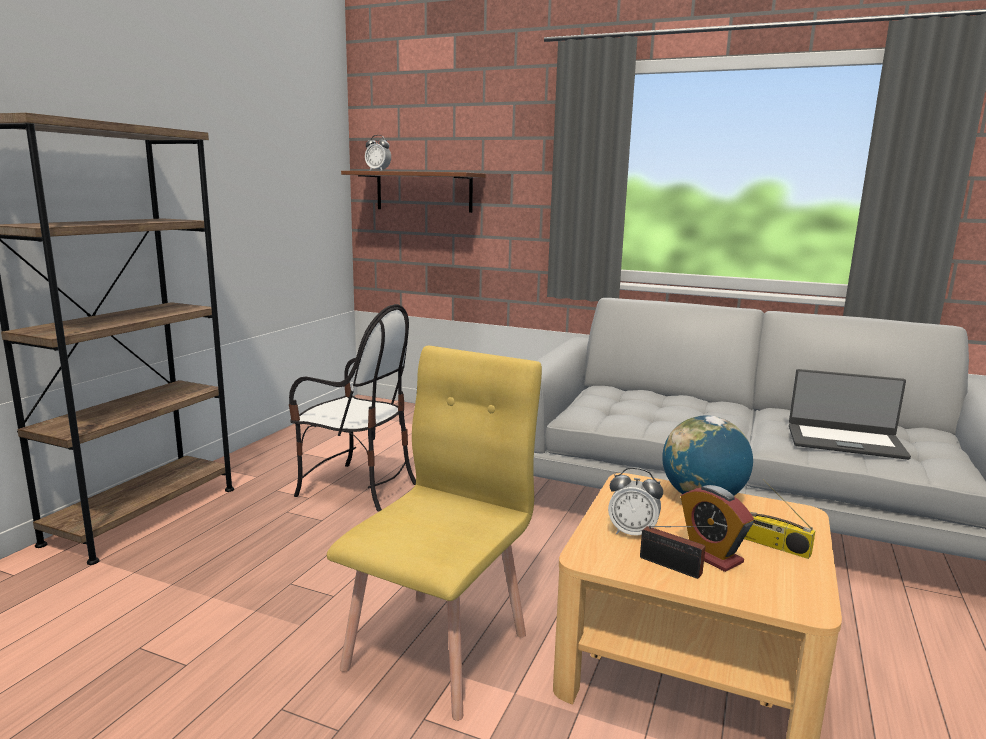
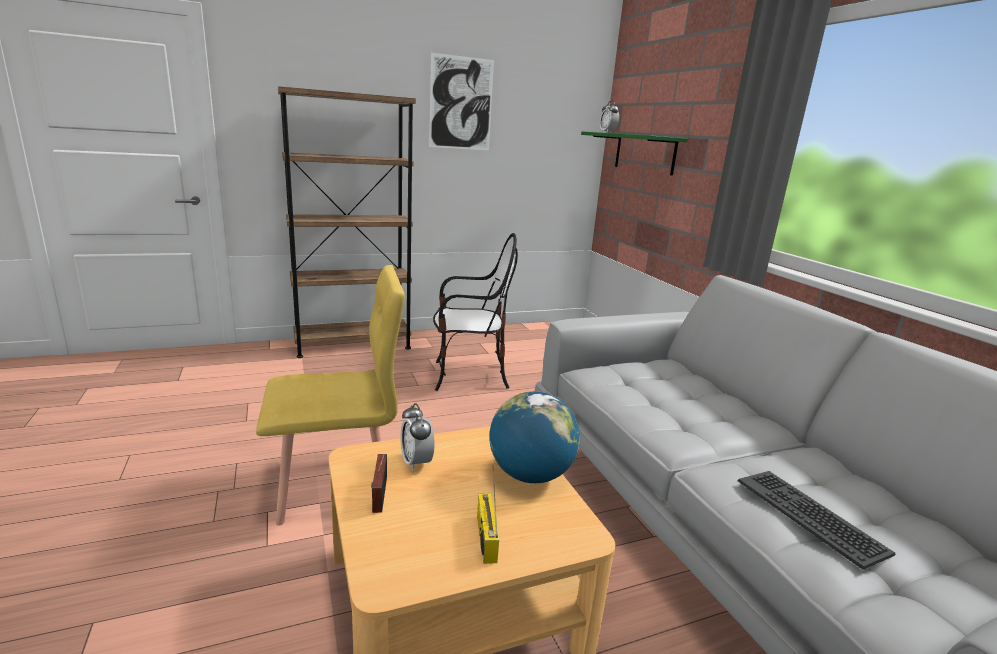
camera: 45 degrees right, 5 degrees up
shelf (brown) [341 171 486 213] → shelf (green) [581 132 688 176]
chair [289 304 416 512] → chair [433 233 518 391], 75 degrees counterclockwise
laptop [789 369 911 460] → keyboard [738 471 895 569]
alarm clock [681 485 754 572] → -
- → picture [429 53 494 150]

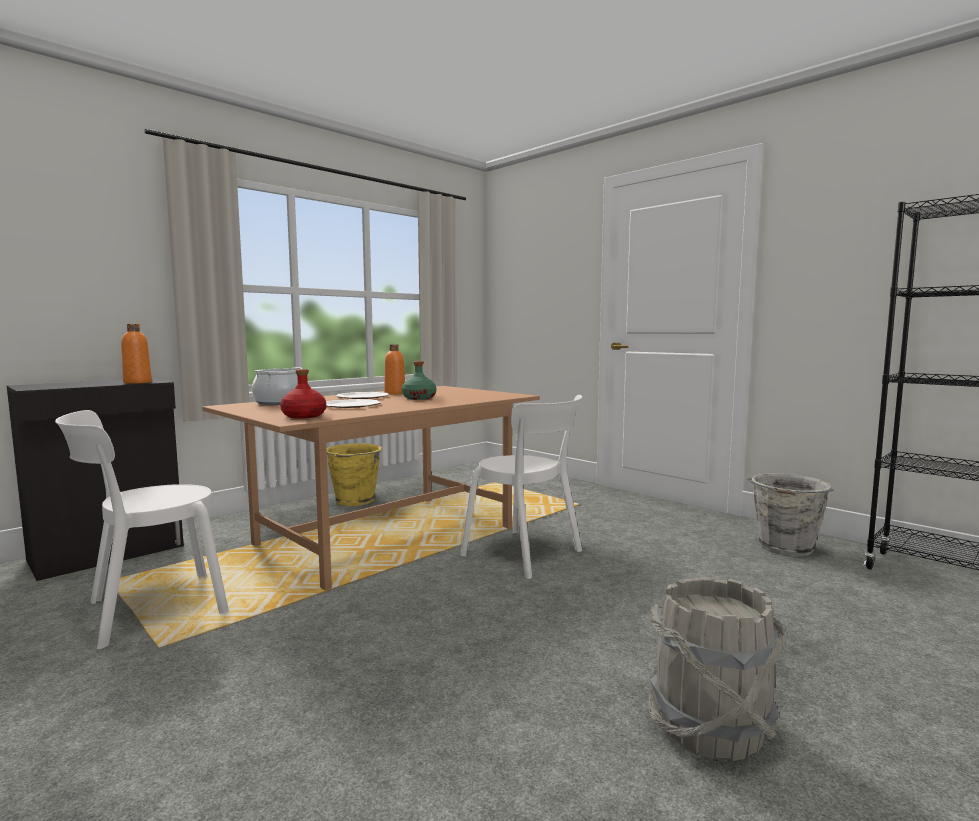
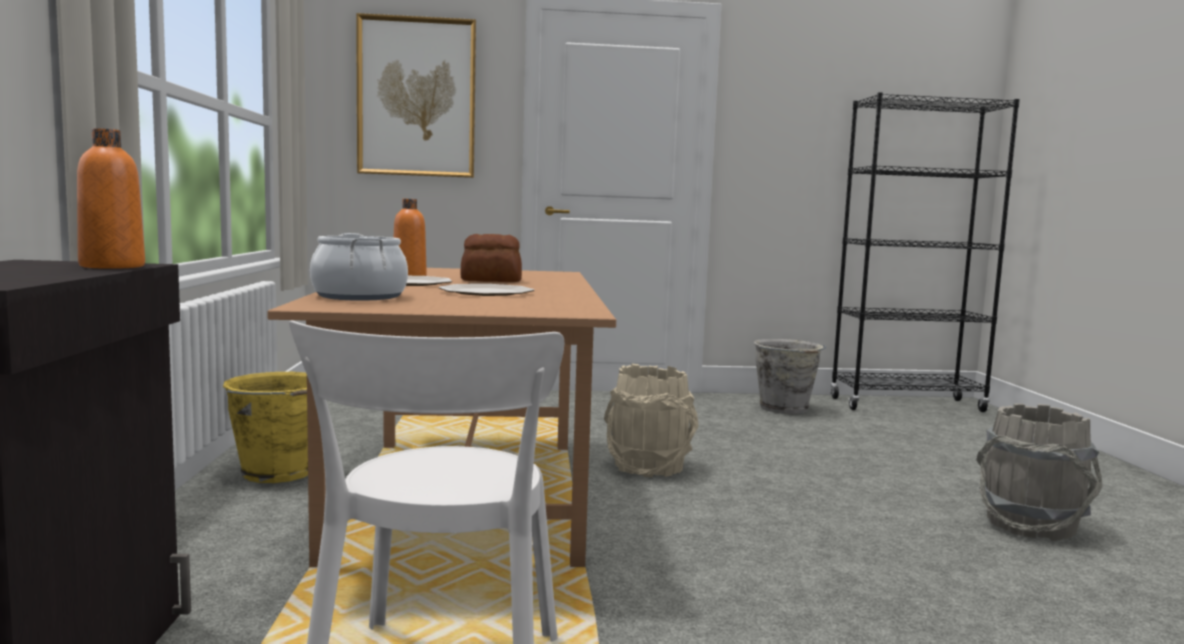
camera: 50 degrees left, 0 degrees up
bottle (green) [402 361 436 400] → bread [461 234 522 282]
bottle (red) [280 369 326 419] → -
chair (white) [460 395 582 579] → bucket (beige) [604 364 699 477]
- → picture [356 13 476 178]

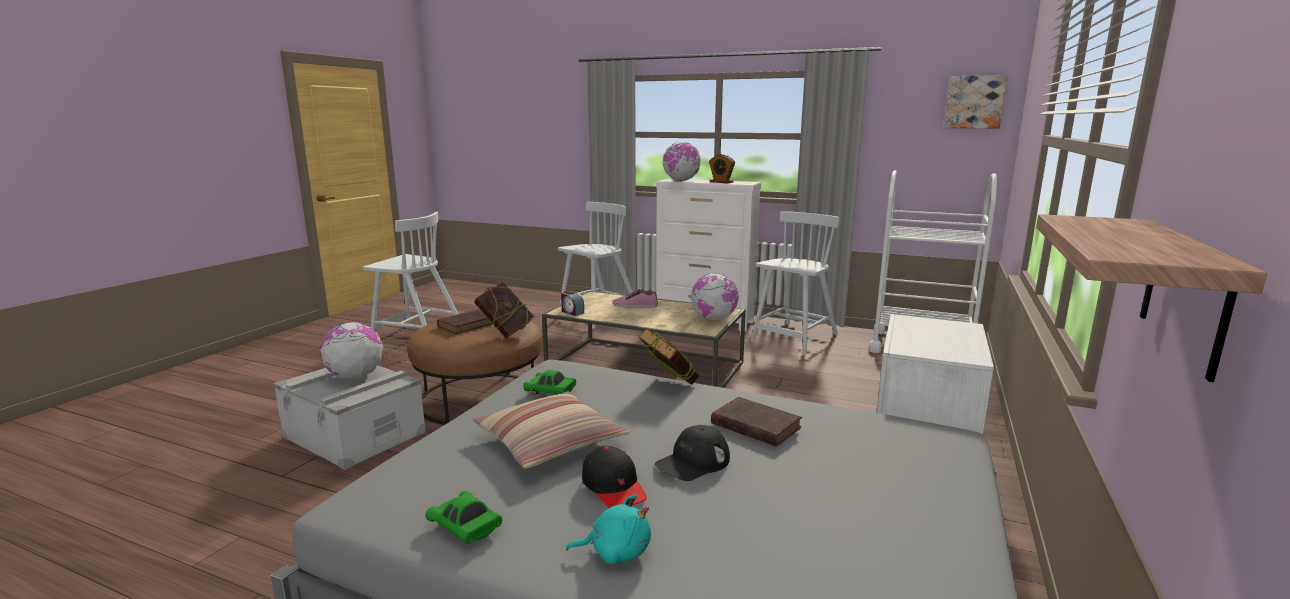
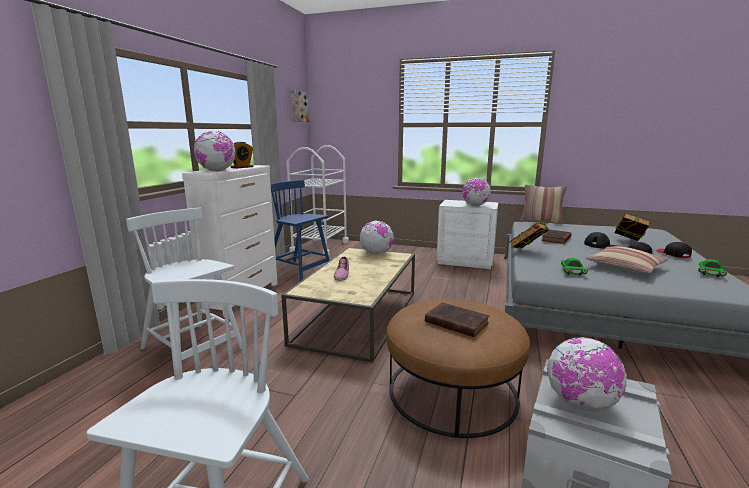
camera: 95 degrees left, 0 degrees up
chair (white) [750 211 839 355] → chair (blue) [270 180 329 281]
shelf [1036 214 1267 382] → -
book [474 282 534 338] → book [614 213 651 241], shifted
alarm clock [561 291 584 316] → -
plush toy (turquoise) [566 494 651 564] → cap (black) [656 242 692 258]
- → globe [462 178 491 206]
- → pillow [521 184 567 224]

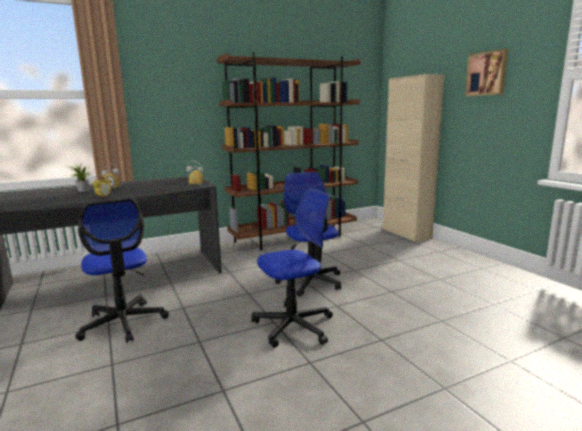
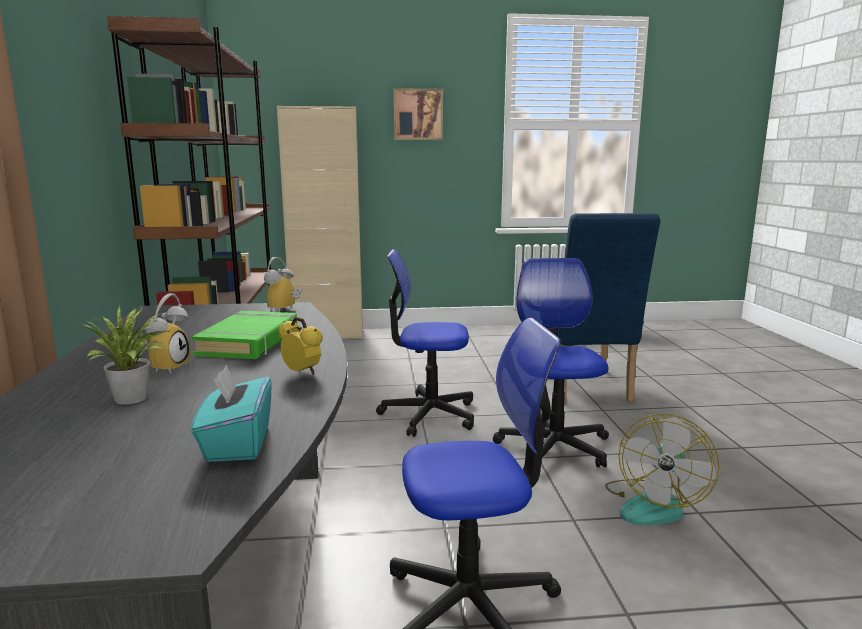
camera: 70 degrees left, 0 degrees up
- → chair (blue) [557 213 660 403]
- → book (green) [192 311 297 359]
- → tissue box (turquoise) [191 364 272 462]
- → fan [605 414 720 525]

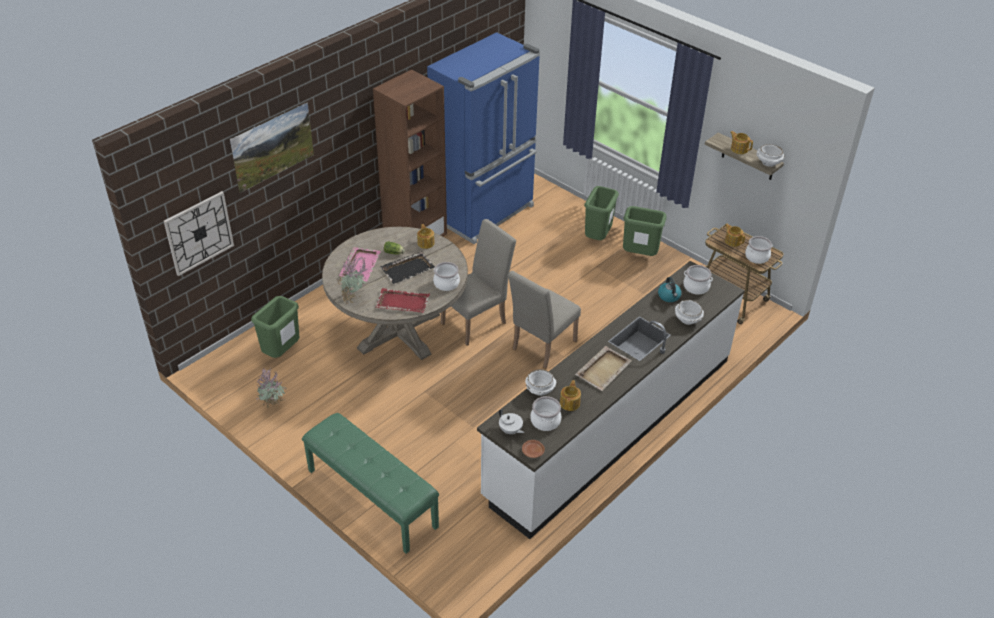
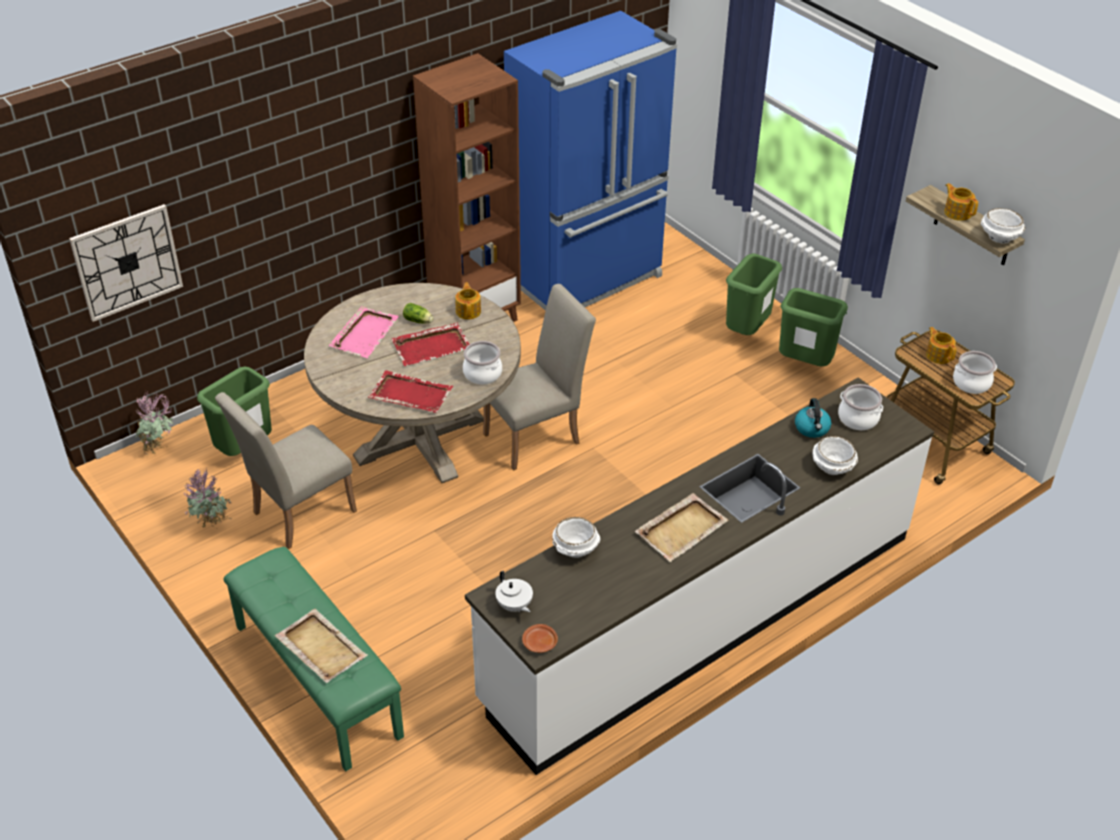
camera: 10 degrees right, 0 degrees up
picture [230 102 314 193] → -
tray (black) [380 251 435 284] → tray (red) [392 323 469 366]
potted plant [338 257 369 304] → potted plant [135 391 173 455], shifted
chair (beige) [508 271 581 369] → chair (beige) [215 392 357 549], shifted
teapot [560 380 581 411] → -
cooking pot [530 396 561 431] → -
- → tray (beige) [275 609 368 683]

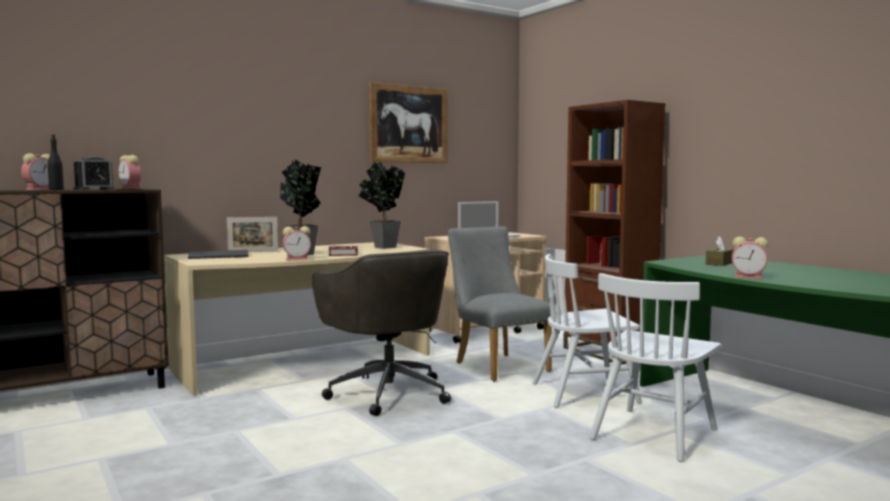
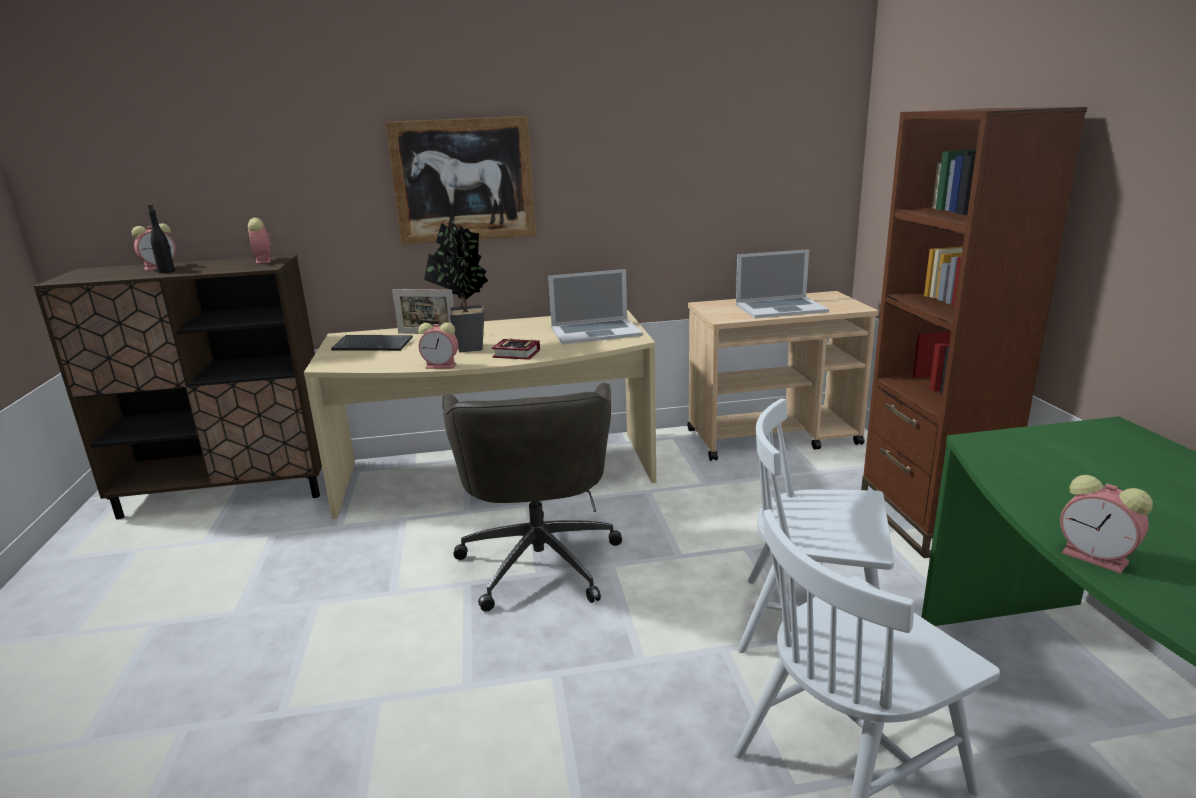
camera: 25 degrees right, 15 degrees up
picture [369 82 448 163] → picture [385 116 536 244], shifted
alarm clock [74 157 115 190] → -
potted plant [359 162 405 249] → laptop [548 269 643 344]
chair (grey) [448 227 552 382] → -
tissue box (brown) [706 236 734 266] → -

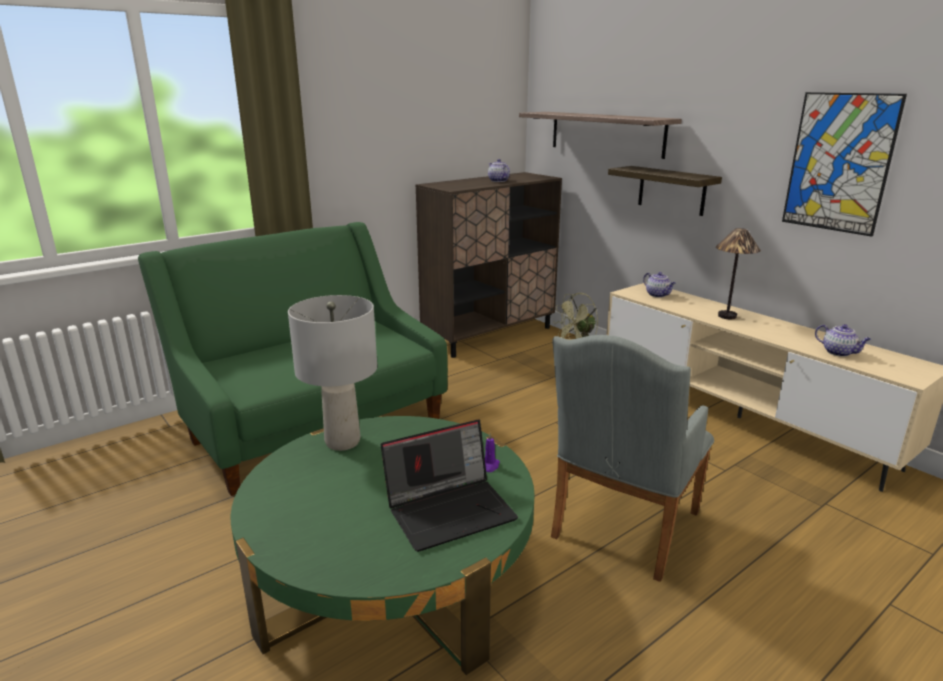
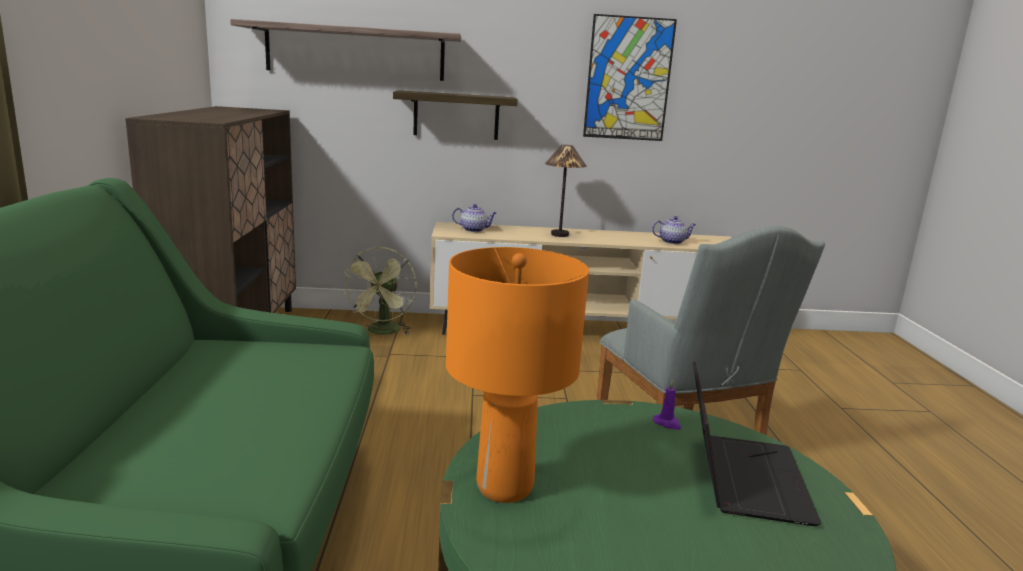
camera: 55 degrees left, 5 degrees down
teapot [488 159 510 182] → -
table lamp (grey) [288 295 377 451] → table lamp (orange) [446 247 589 503]

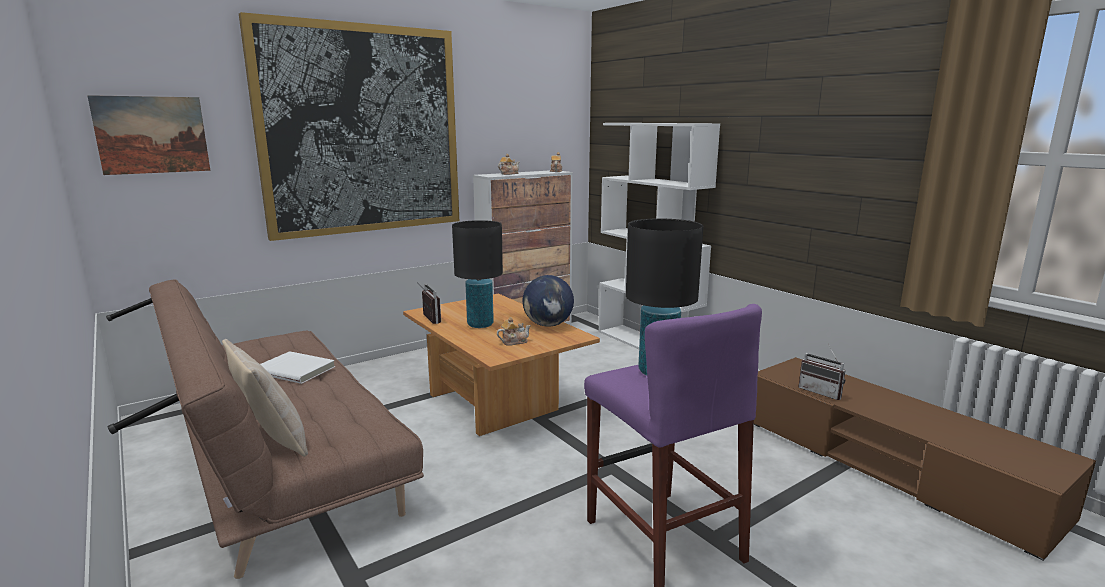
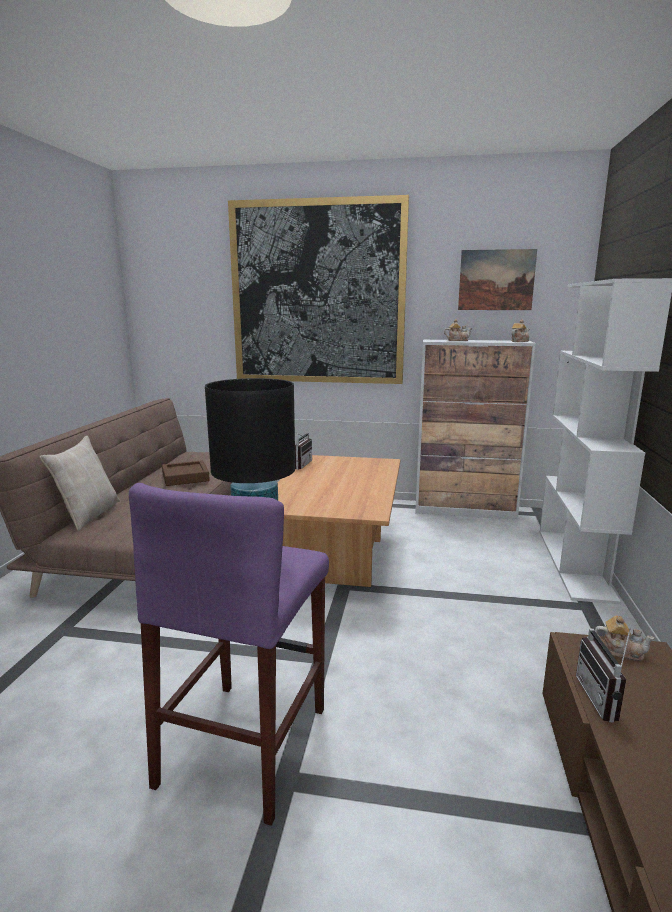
camera: 45 degrees right, 0 degrees up
picture [87 95 210 175] → picture [458 249 537 310], shifted
table lamp (black) [452 220 503 328] → -
globe [522 275 574 327] → -
teapot [497 317 531 346] → teapot [595 616 655 661], shifted
book (white) [260 351 335 384] → tray (brown) [162 460 210 486]

